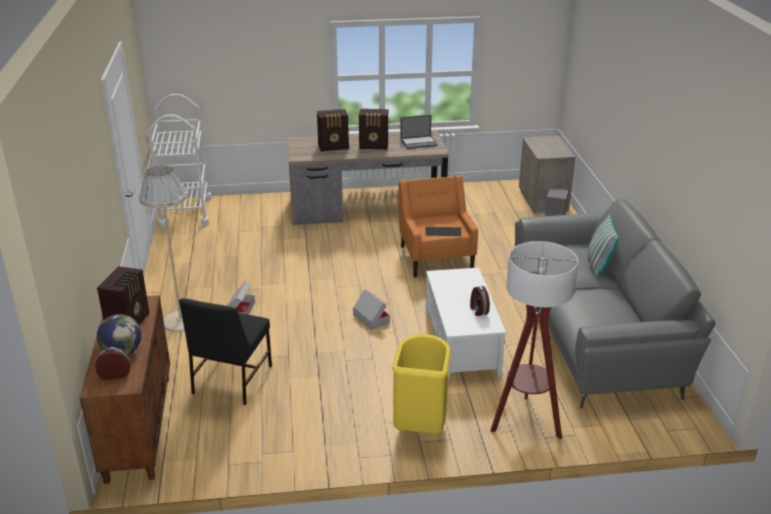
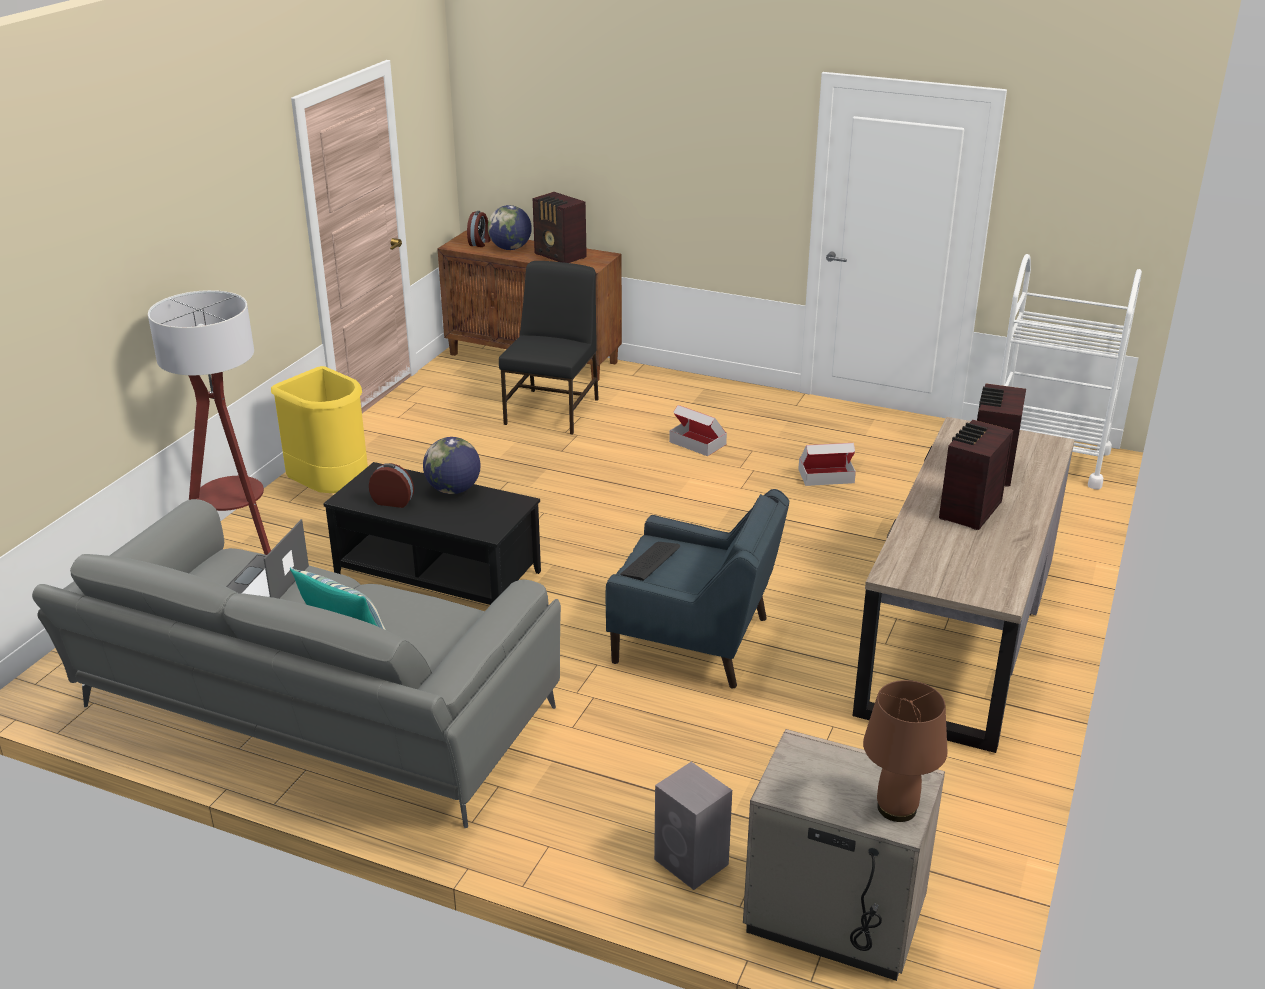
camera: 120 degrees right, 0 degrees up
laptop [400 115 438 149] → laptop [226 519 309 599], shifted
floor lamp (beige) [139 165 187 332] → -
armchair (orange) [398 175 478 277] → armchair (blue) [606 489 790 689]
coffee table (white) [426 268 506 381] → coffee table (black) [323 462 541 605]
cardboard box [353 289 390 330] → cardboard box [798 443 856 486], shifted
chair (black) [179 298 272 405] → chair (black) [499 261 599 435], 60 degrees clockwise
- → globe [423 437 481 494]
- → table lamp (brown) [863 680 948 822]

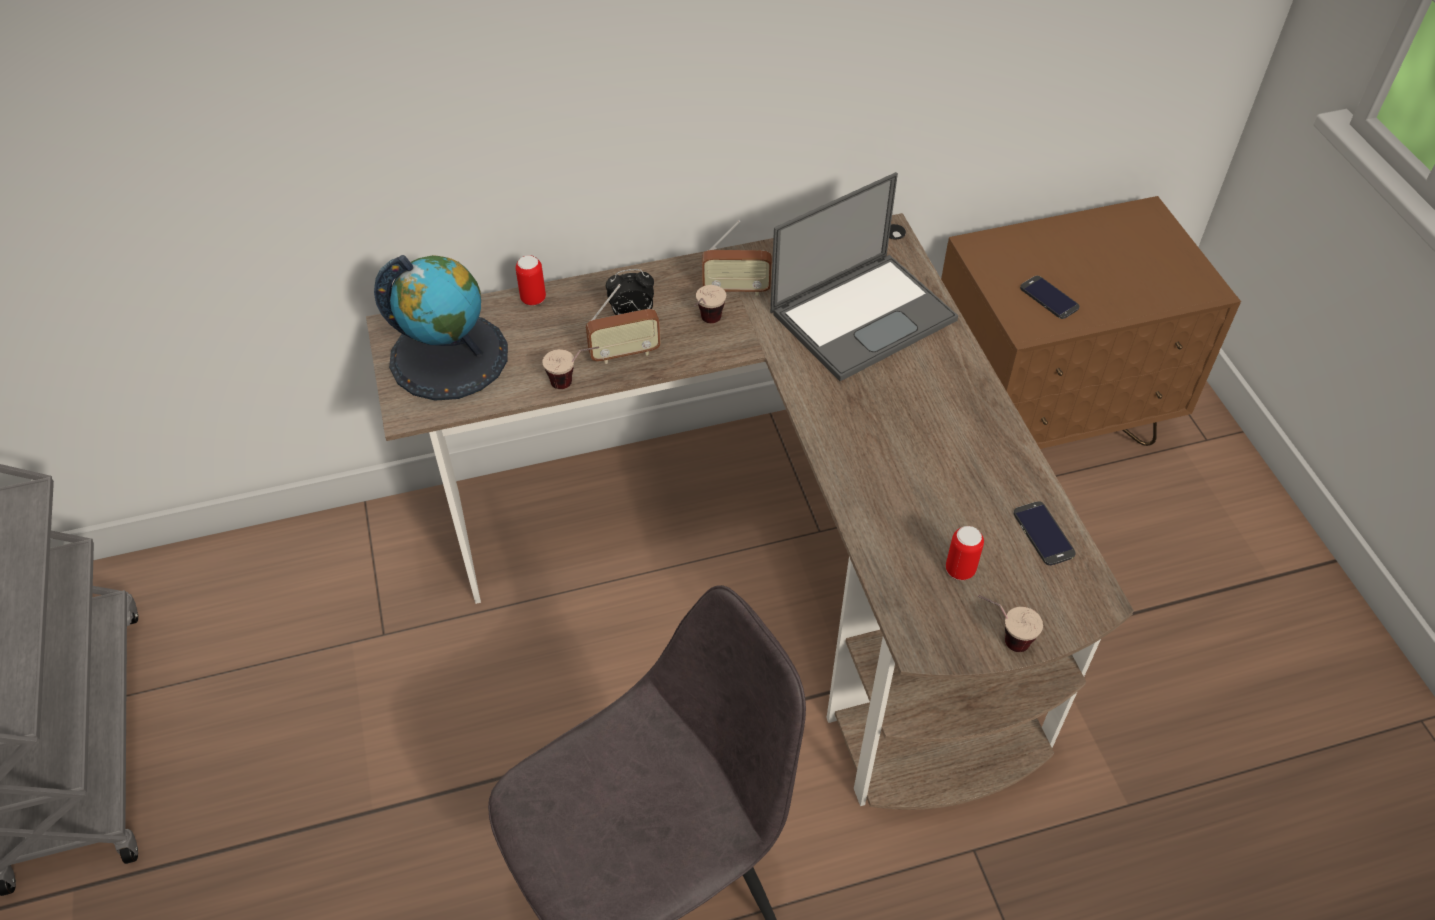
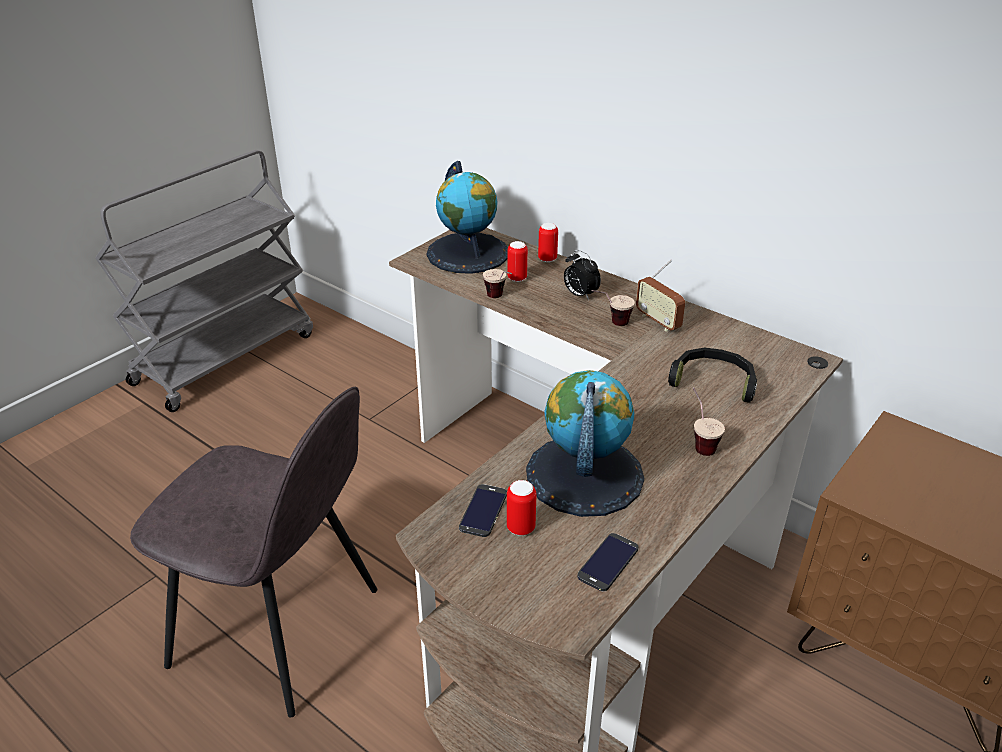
camera: 55 degrees right, 15 degrees down
laptop [770 172 958 381] → headphones (black) [668 348 757 403]
phone [1020 276 1080 319] → phone [459 484 507 537], shifted
radio [586 284 661 364] → -
cup [978 595 1043 652] → cup [693 387 725 456], shifted
- → can [508 241 528 282]
- → globe [526 370 644 517]

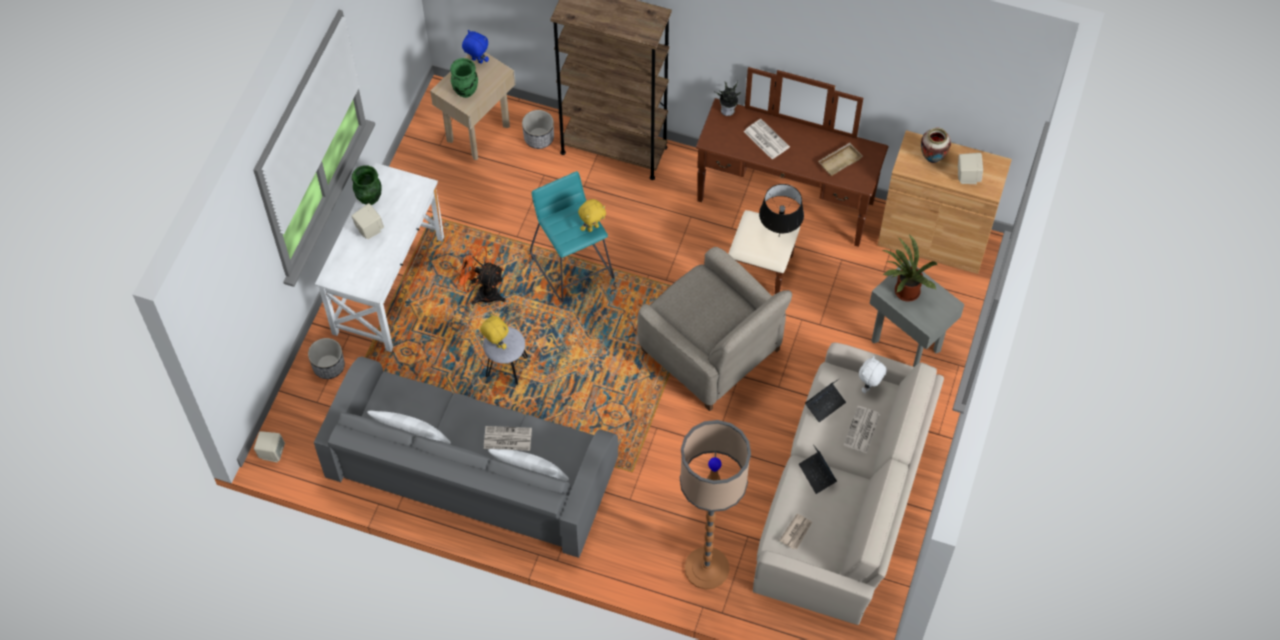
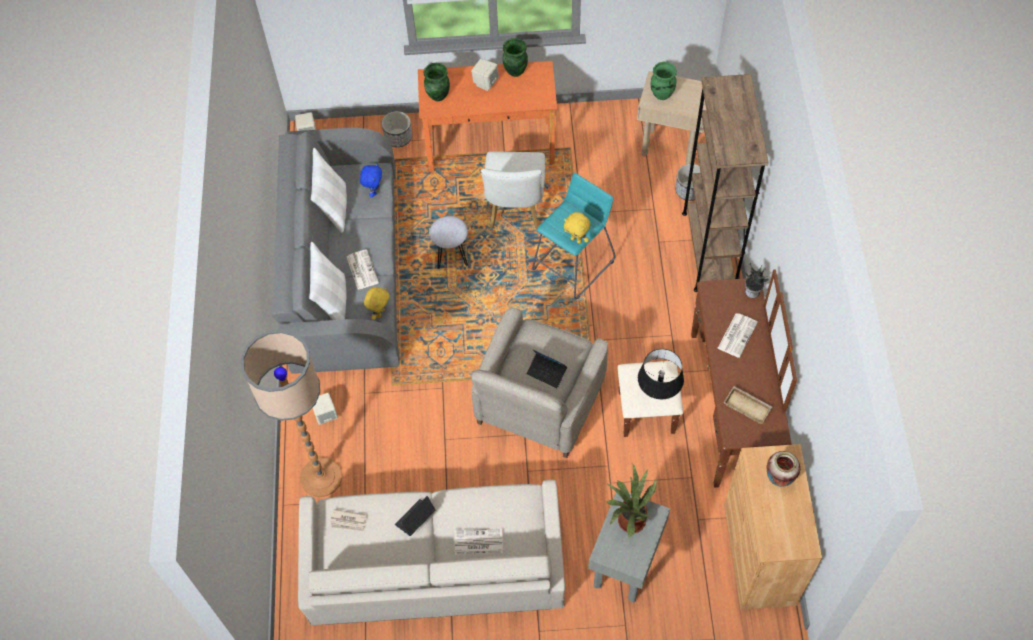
camera: 70 degrees right, 0 degrees up
plush toy (blue) [462 30 489 64] → plush toy (blue) [360 163 382 197], shifted
speaker (beige) [958 153 983 184] → speaker (beige) [313 393 338 425], shifted
desk (white) [315 163 444 352] → desk (orange) [418 61 557 172]
fan (orange) [454 243 506 305] → chair (white) [481 151 545 230]
plush toy (yellow) [480 314 509 349] → plush toy (yellow) [364 287 390 320], shifted
plush toy (white) [859 356 887 393] → -
laptop [805 378 846 422] → laptop [526 349 567 388], shifted
- → vase (green) [424 63 450 101]

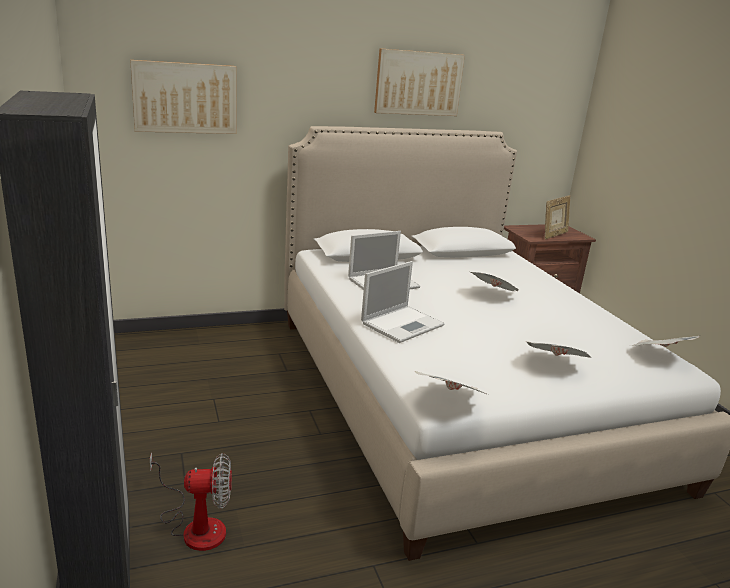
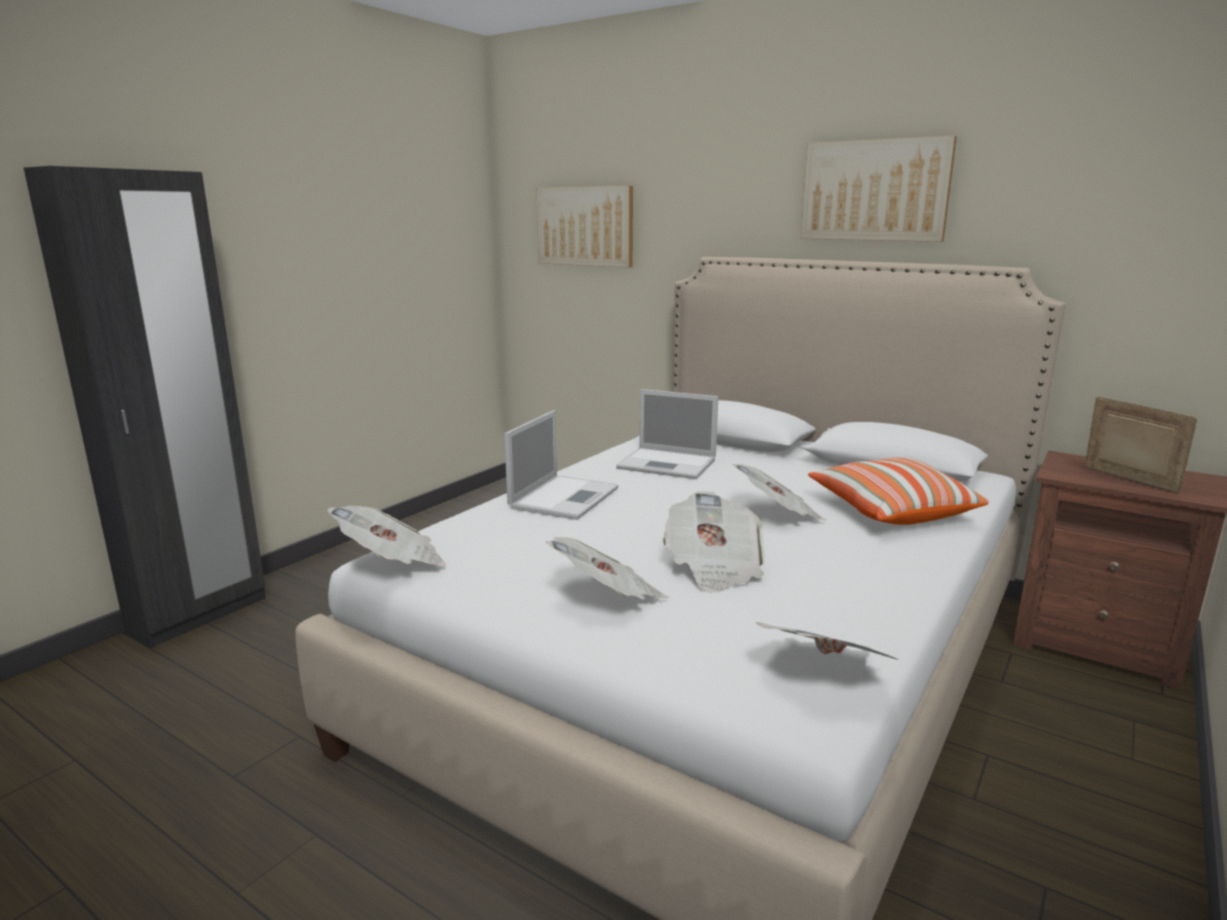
camera: 55 degrees right, 5 degrees down
picture frame [544 195 570 239] → picture frame [1085 397 1197 493], 135 degrees counterclockwise
laptop [361 261 445 343] → laptop [504 410 619 520], 75 degrees counterclockwise
fan [150 452 232 551] → -
- → pillow [808 458 989 525]
- → newspaper [663 491 765 593]

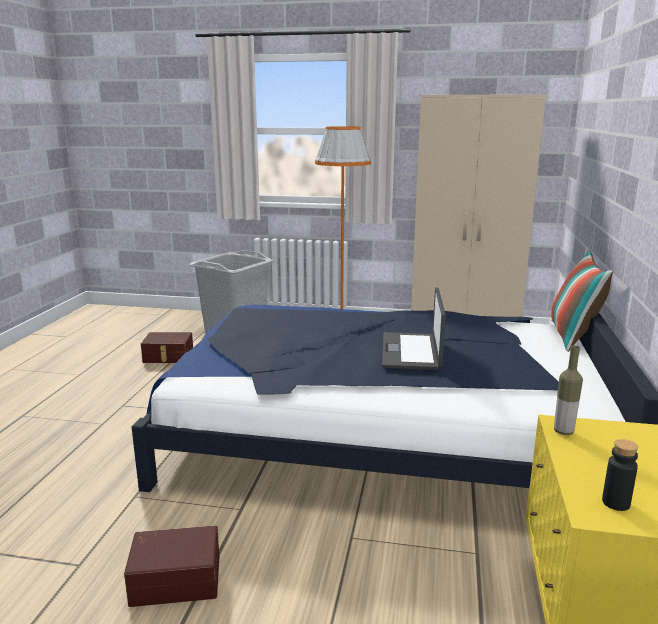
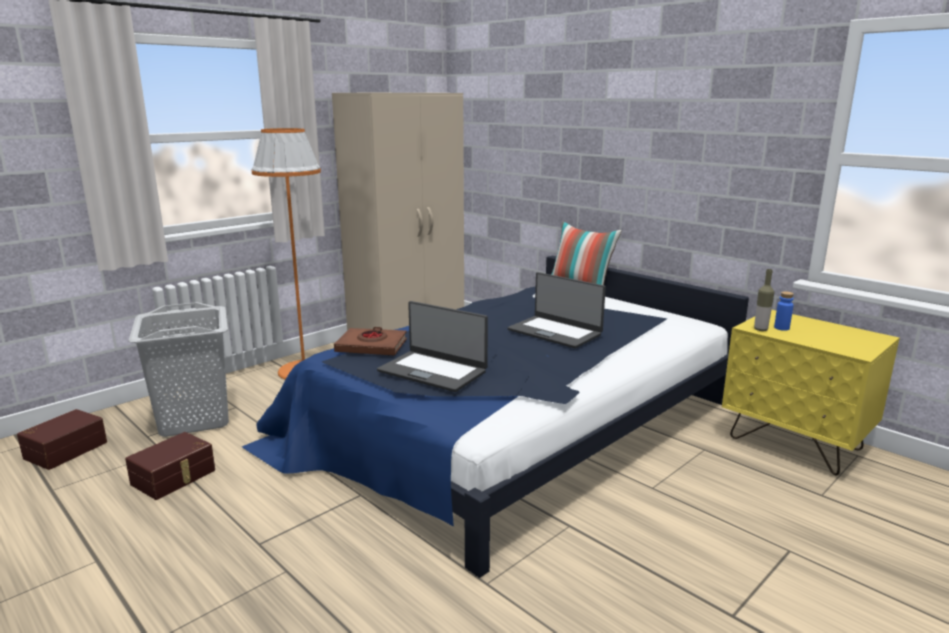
camera: 55 degrees left, 0 degrees up
bottle (black) [602 439 638 511] → -
storage box (brown) [124 525 219 607] → storage box (brown) [17 409 107 470], shifted
- → bottle (blue) [774 291 794 331]
- → laptop [377 301 488 392]
- → book (brown) [334 327 407 356]

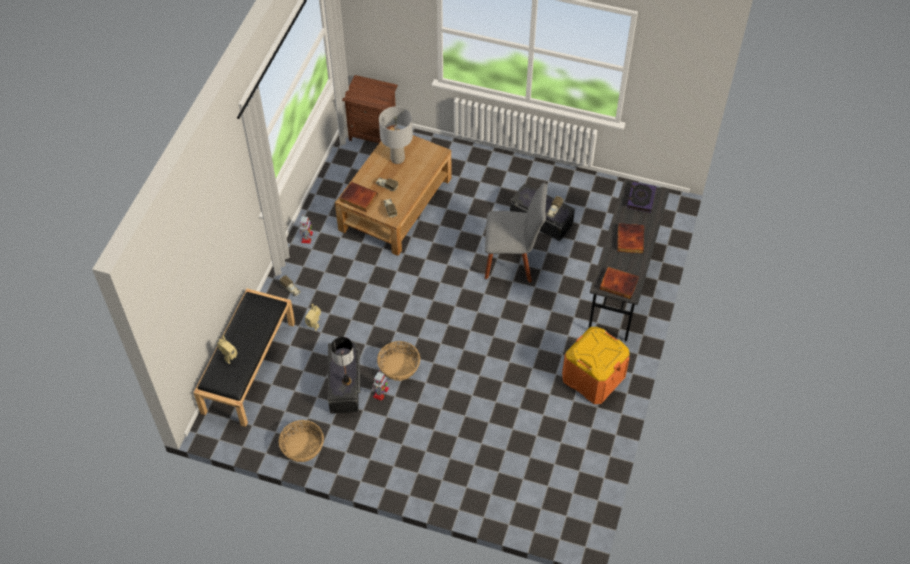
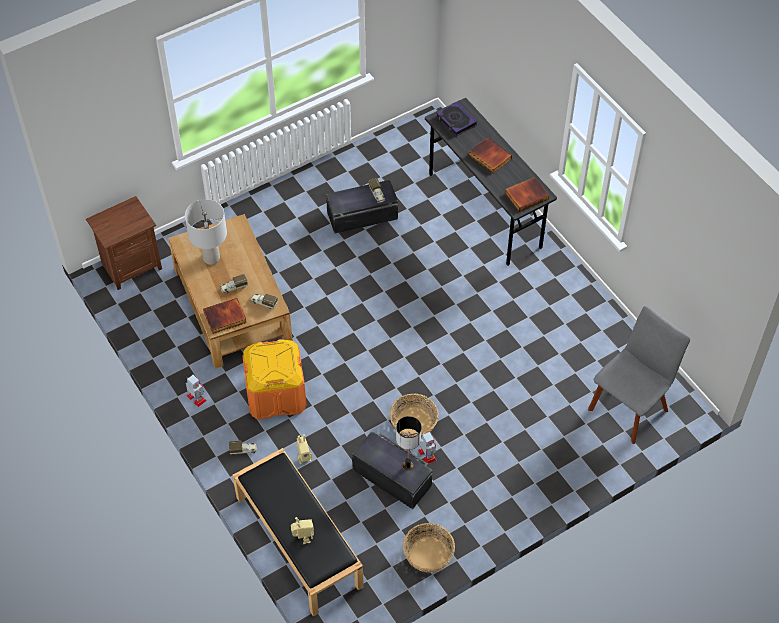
camera: 50 degrees left, 0 degrees up
chair (grey) [485 183 547 283] → chair (grey) [588 306 690 444], shifted
storage box (orange) [562 327 630 404] → storage box (orange) [242 339 307 420], shifted

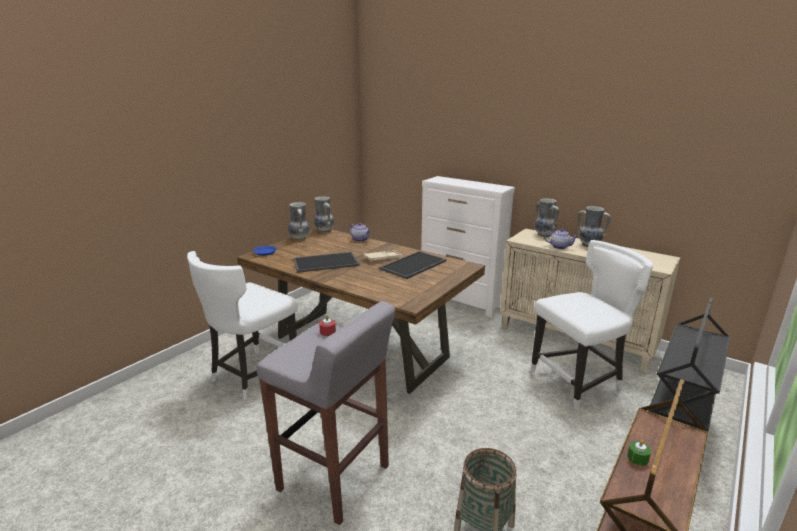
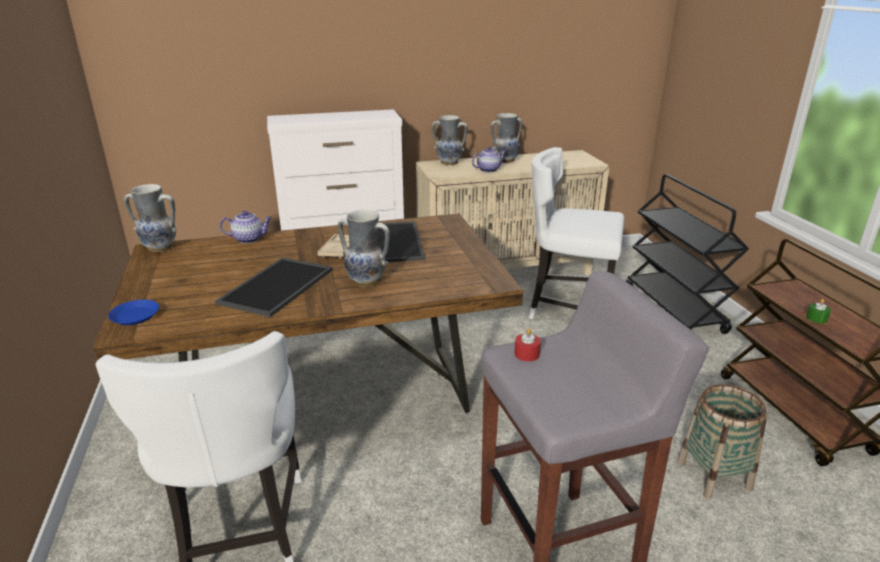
camera: 50 degrees left, 5 degrees up
vase [288 202 309 241] → vase [338 210 390 287], shifted
chair (white) [531 240 653 410] → chair (white) [529 147 624 319], 90 degrees counterclockwise

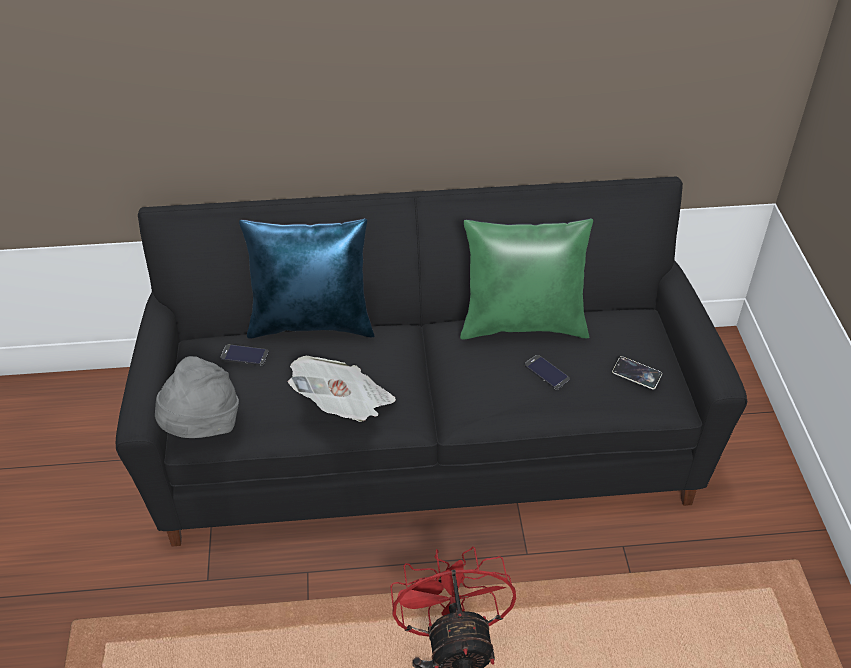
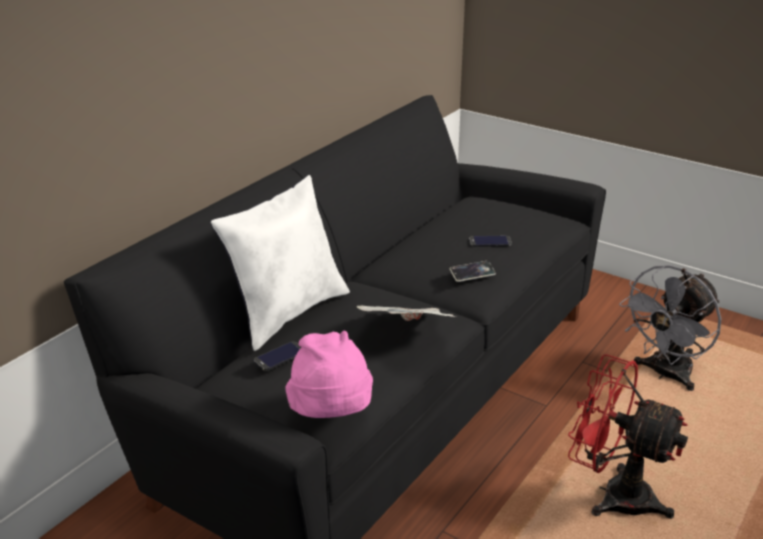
camera: 50 degrees left, 15 degrees down
pillow (blue) [239 218 375 339] → pillow (white) [210 175 350 351]
pillow (green) [460 218 593 339] → -
hat (grey) [155 356 239 438] → hat (pink) [286 330 373 418]
phone [612 356 662 389] → phone [450 261 496 282], shifted
- → fan (grey) [619 265 721 391]

